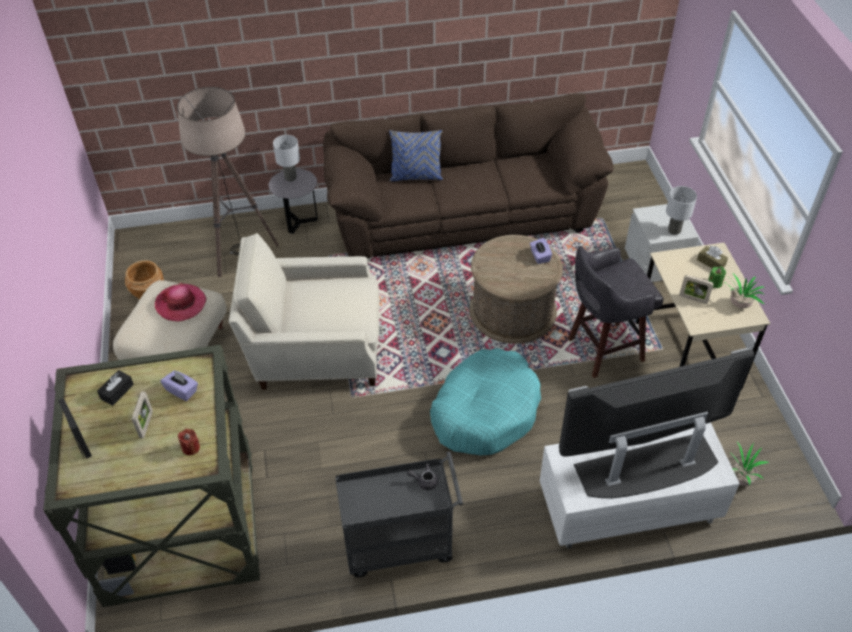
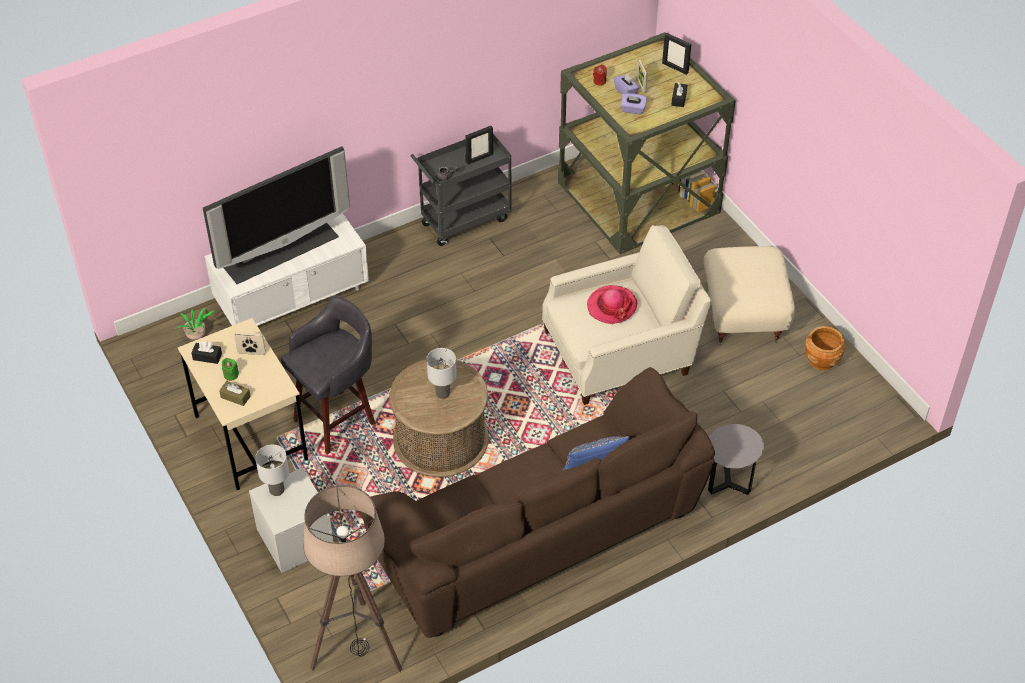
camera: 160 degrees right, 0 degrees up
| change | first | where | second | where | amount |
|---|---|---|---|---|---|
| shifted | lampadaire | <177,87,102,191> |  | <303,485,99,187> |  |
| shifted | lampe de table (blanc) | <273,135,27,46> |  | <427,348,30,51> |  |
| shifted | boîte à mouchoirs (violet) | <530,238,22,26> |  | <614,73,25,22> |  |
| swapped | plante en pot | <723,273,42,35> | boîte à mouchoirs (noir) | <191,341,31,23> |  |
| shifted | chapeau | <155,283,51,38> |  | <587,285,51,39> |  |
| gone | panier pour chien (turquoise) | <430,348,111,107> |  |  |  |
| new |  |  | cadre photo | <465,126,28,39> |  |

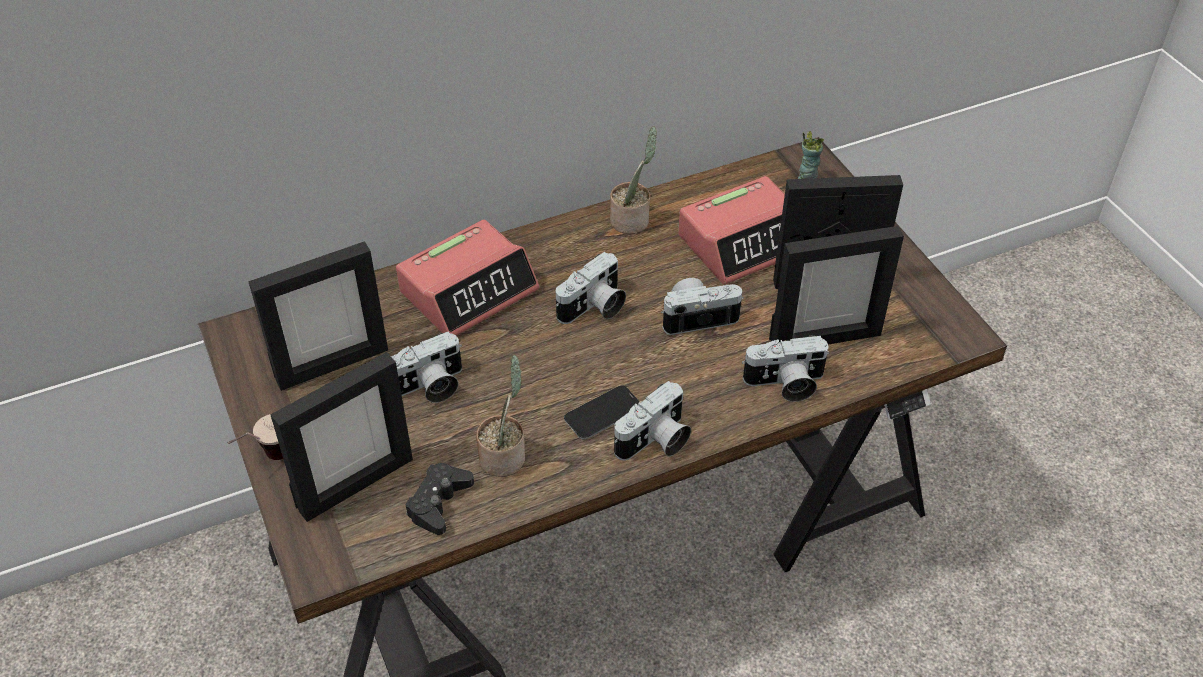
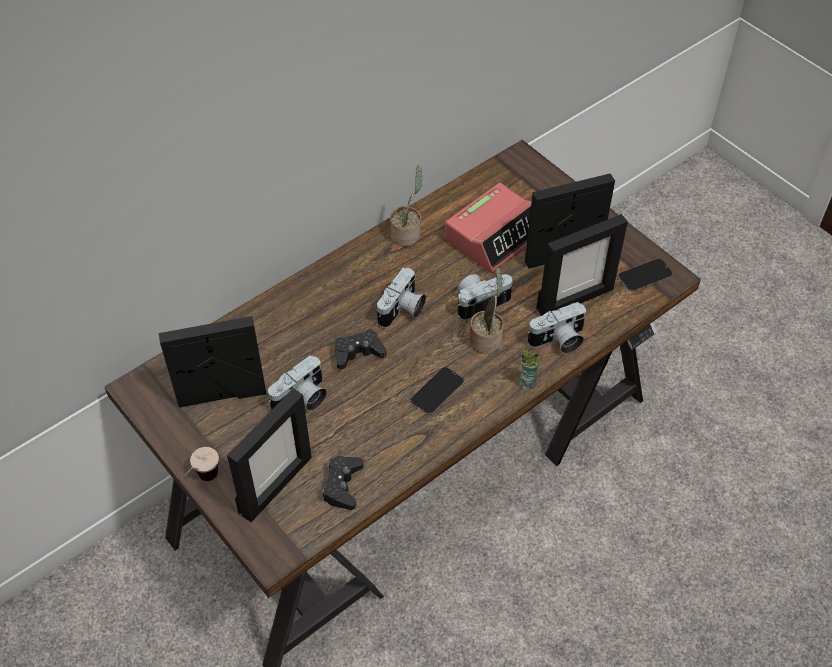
camera: 15 degrees left, 5 degrees up
| change | first | where | second | where | amount |
|---|---|---|---|---|---|
| shifted | tasse | <798,131,26,48> |  | <519,350,21,40> |  |
| gone | réveil | <396,220,143,116> |  |  |  |
| rotated | cadre photo | <248,241,140,150> |  | <159,316,108,92> | 150 degrees counterclockwise |
| shifted | plante en pot | <476,355,49,122> |  | <469,267,35,87> |  |
| gone | appareil photo | <614,381,77,80> |  |  |  |
| new |  |  | téléphone | <618,259,55,33> |  |
| new |  |  | manette (noir) | <334,329,52,40> |  |

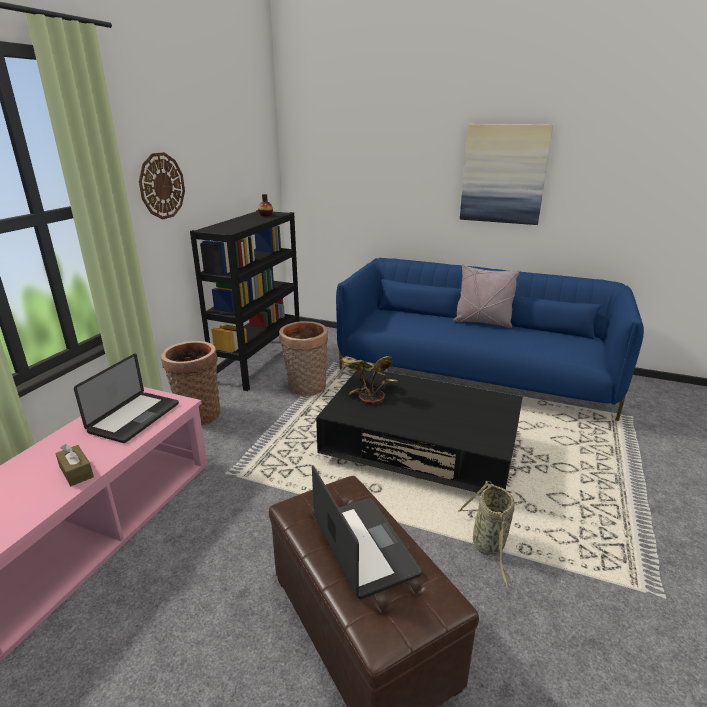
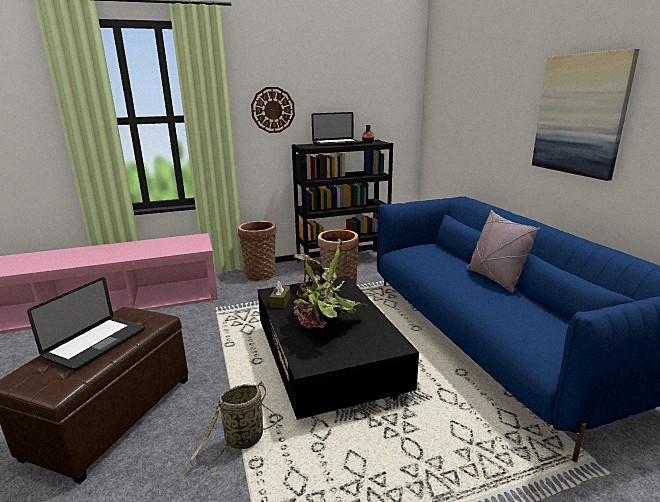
camera: 50 degrees right, 5 degrees down
| change | first | where | second | where | amount |
|---|---|---|---|---|---|
| shifted | ordinateur portable | <74,353,105,90> |  | <312,112,51,34> |  |
| shifted | boîte à mouchoirs (marron) | <55,444,39,42> |  | <269,281,22,27> |  |
| new |  |  | plante en pot | <293,239,74,90> |  |

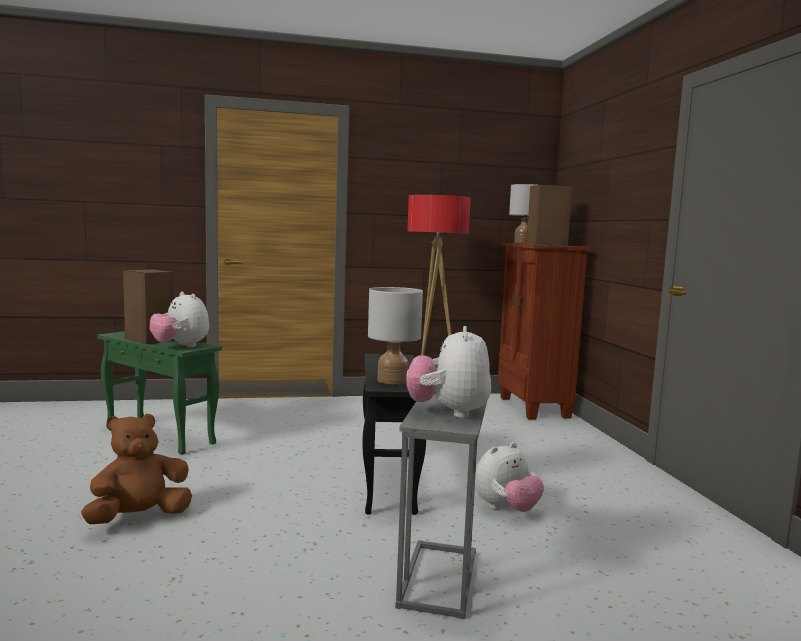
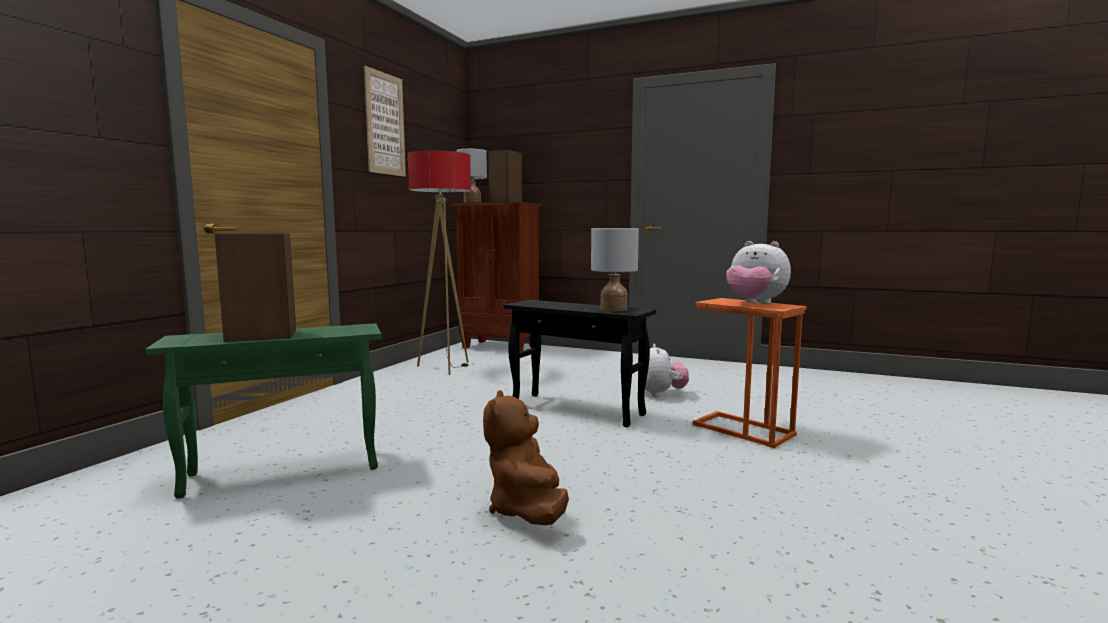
camera: 55 degrees left, 0 degrees up
| change | first | where | second | where | amount |
|---|---|---|---|---|---|
| gone | peluche | <149,292,60,55> |  |  |  |
| repainted | table d'appoint (gris) | <395,393,92,226> | table d'appoint (orange) | <693,298,114,150> |  |
| new |  |  | tableau | <364,66,42,111> |  |

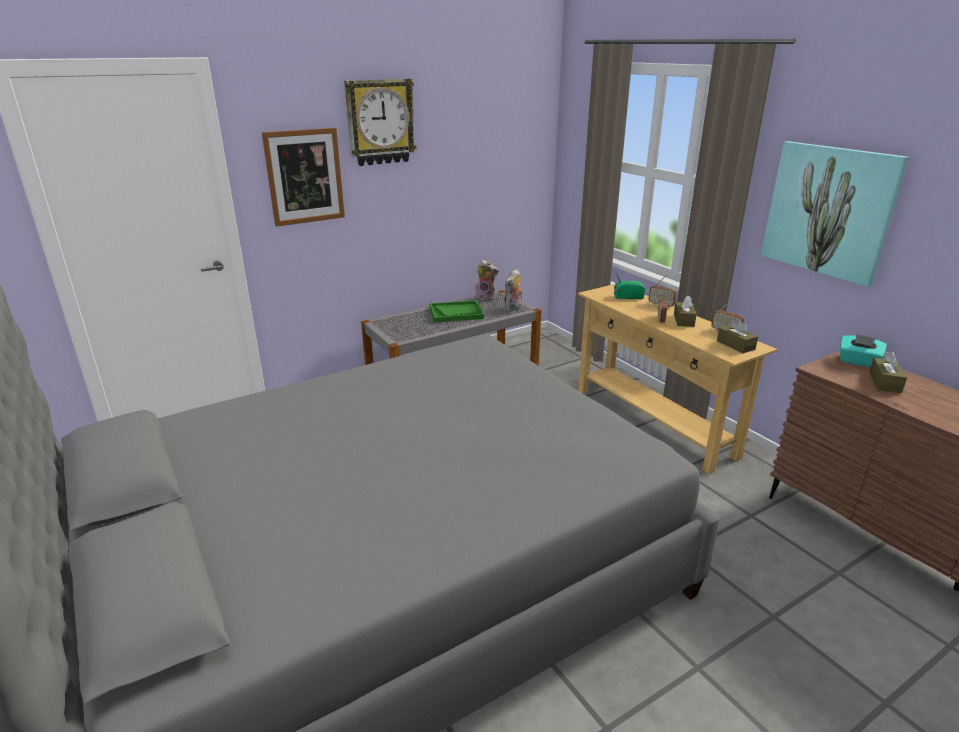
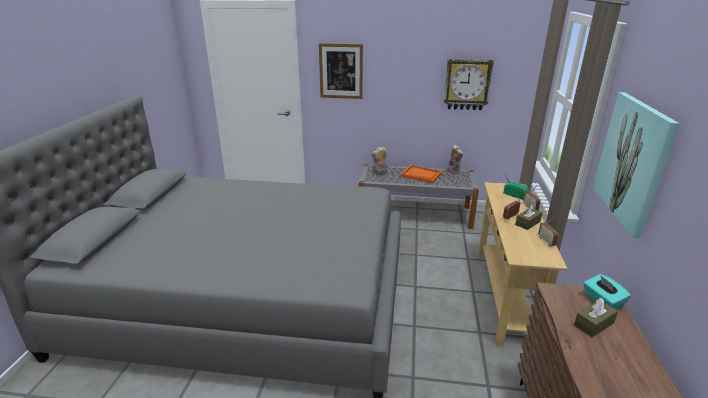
camera: 40 degrees right, 0 degrees up
| change | first | where | second | where | amount |
|---|---|---|---|---|---|
| shifted | horloge murale | <344,79,73,87> |  | <444,59,50,51> |  |
| shifted | peluche | <504,269,19,43> |  | <371,147,16,28> |  |
| repainted | plateau (vert) | <429,300,55,23> | plateau (orange) | <401,165,41,19> |  |
| gone | boîte à mouchoirs (marron) | <717,319,41,34> |  |  |  |

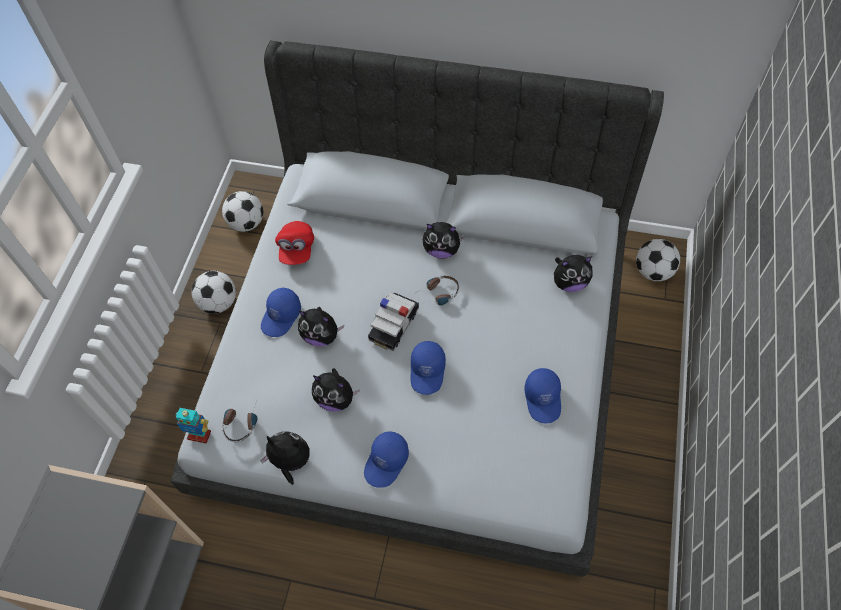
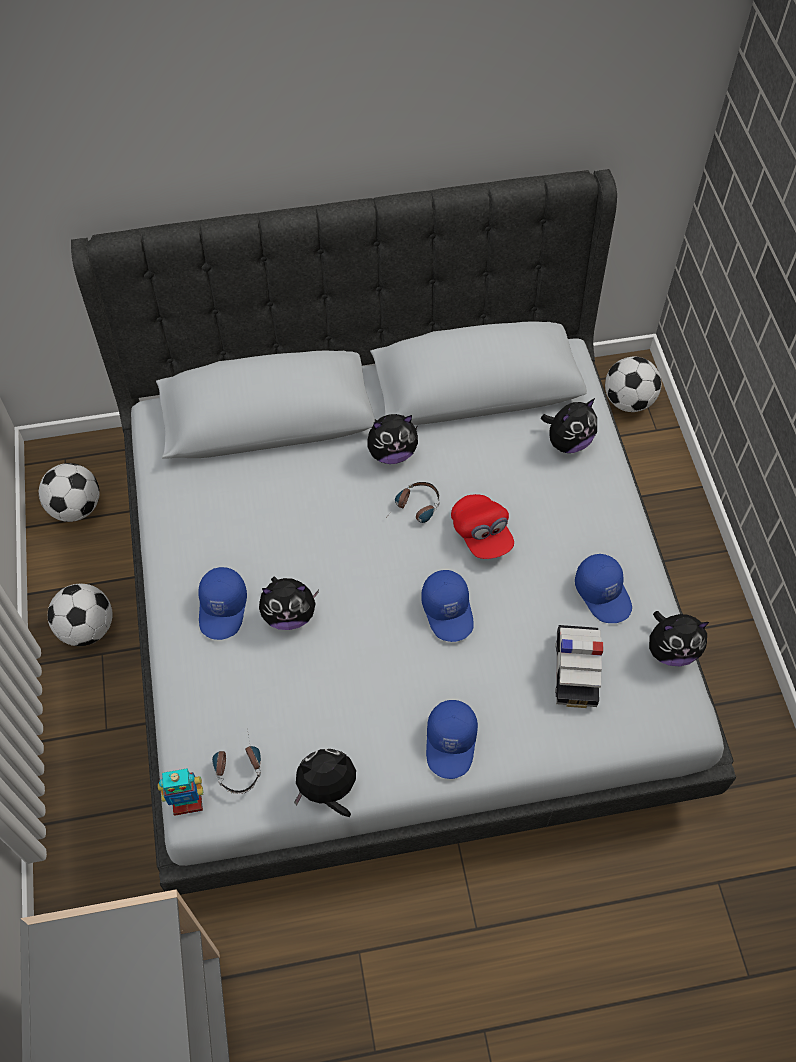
camera: 25 degrees left, 0 degrees up
| change | first | where | second | where | amount |
|---|---|---|---|---|---|
| shifted | casquette (rouge) | <275,221,39,44> |  | <451,494,63,65> |  |
| shifted | petite voiture | <368,292,51,59> |  | <555,625,48,83> |  |
| shifted | peluche | <312,368,48,44> |  | <649,611,60,55> |  |

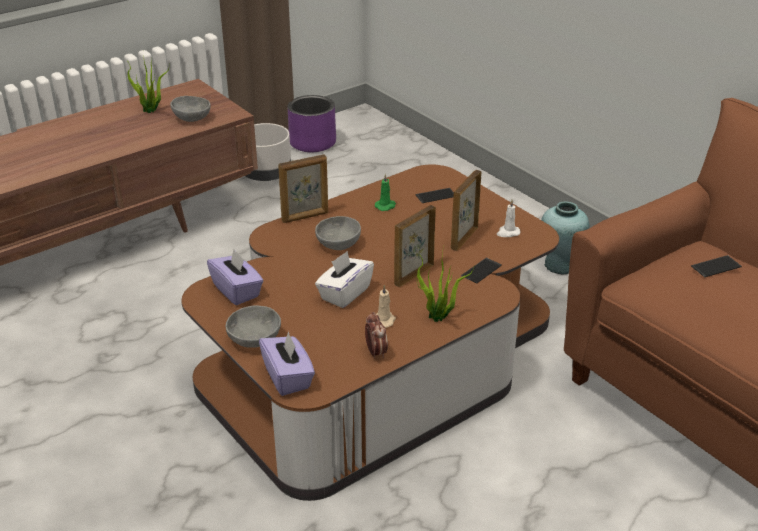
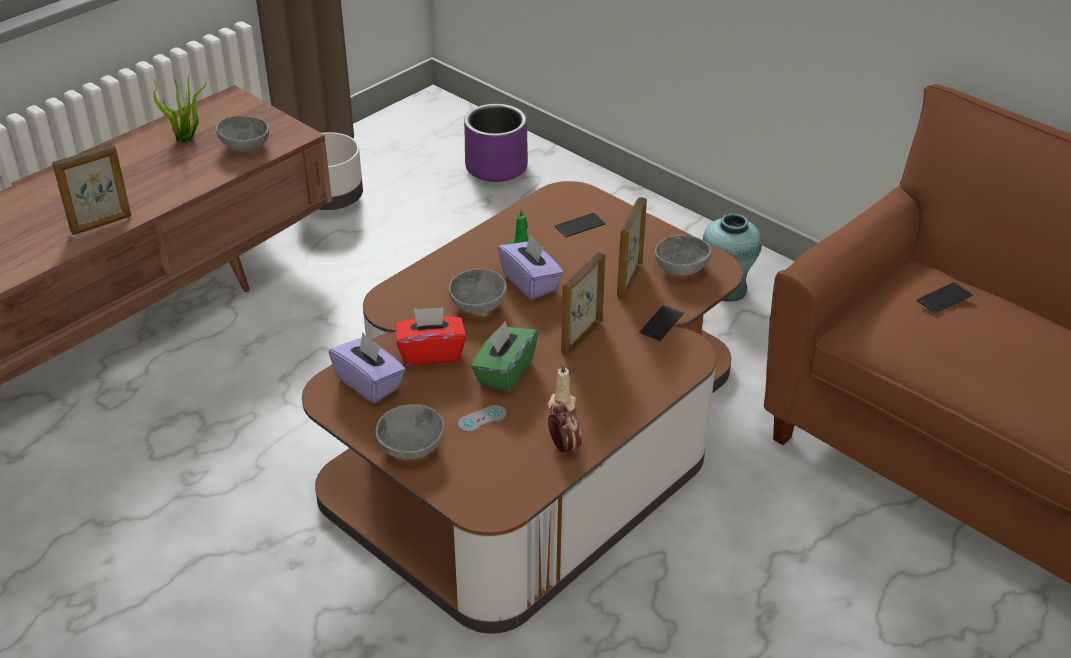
camera: 10 degrees left, 5 degrees up
| change | first | where | second | where | amount |
|---|---|---|---|---|---|
| shifted | cache-pot (violet) | <287,95,49,57> |  | <464,104,64,78> |  |
| shifted | cadre photo | <278,154,50,69> |  | <52,144,79,91> |  |
| swapped | bougie (blanc) | <497,200,23,37> | bol (gris) | <655,235,57,41> |  |
| gone | plante en pot | <416,247,58,75> |  |  |  |
| repainted | boîte à mouchoirs (blanc) | <315,251,59,57> | boîte à mouchoirs (vert) | <471,321,67,71> |  |
| shifted | boîte à mouchoirs (violet) | <259,331,56,65> |  | <498,234,66,66> |  |
| new |  |  | boîte à mouchoirs (rouge) | <395,307,71,58> |  |
| new |  |  | manette (gris) | <458,405,48,27> |  |

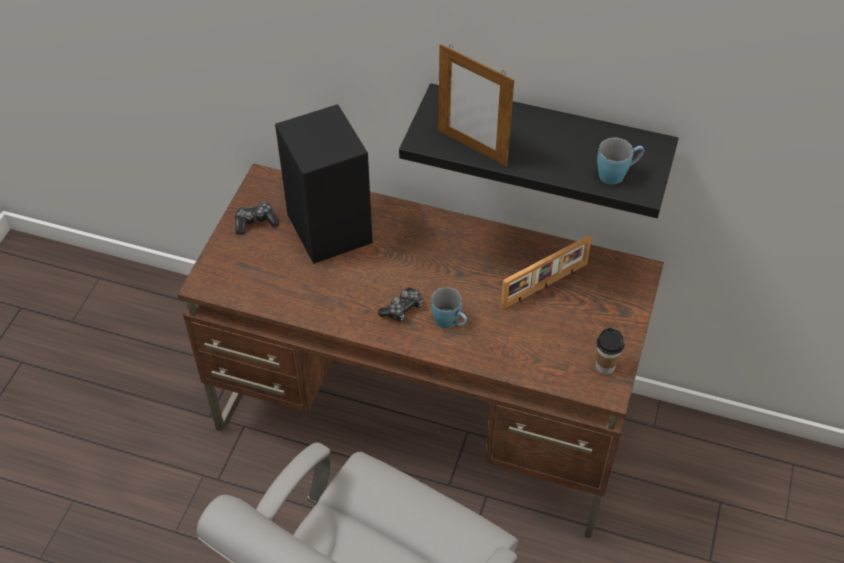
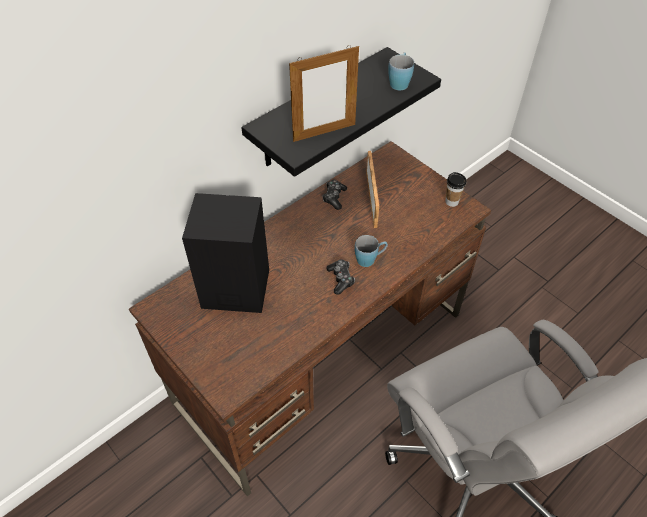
camera: 60 degrees left, 0 degrees up
| change | first | where | second | where | amount |
|---|---|---|---|---|---|
| shifted | manette | <235,202,44,33> |  | <323,180,24,30> |  |

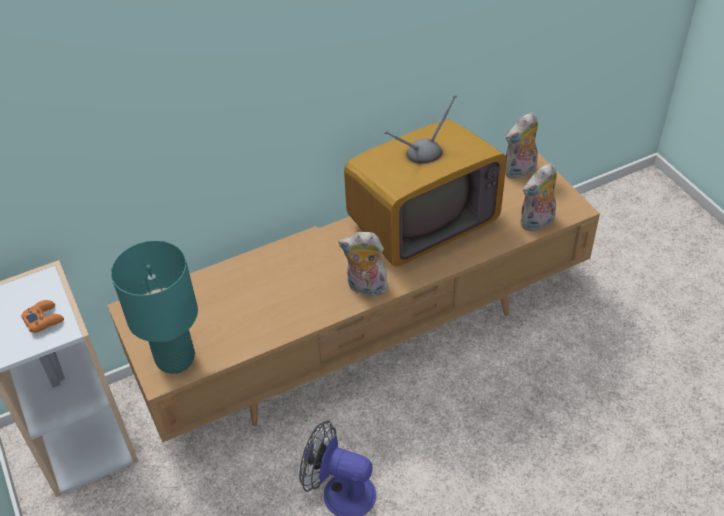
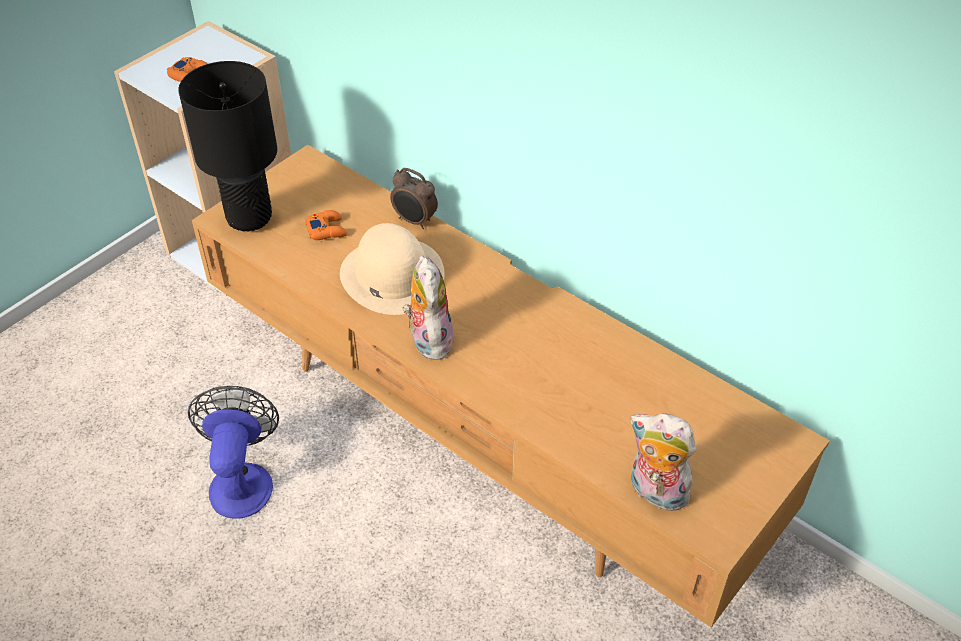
camera: 65 degrees right, 0 degrees up
| change | first | where | second | where | amount |
|---|---|---|---|---|---|
| gone | téléviseur | <344,95,163,172> |  |  |  |
| gone | peluche | <505,112,33,67> |  |  |  |
| repainted | lampe de table (turquoise) | <111,240,87,134> | lampe de table (noir) | <178,61,99,171> |  |
| new |  |  | réveil | <390,168,48,61> |  |
| new |  |  | manette (orange) | <305,210,42,30> |  |
| new |  |  | chapeau (beige) | <340,223,104,92> |  |

